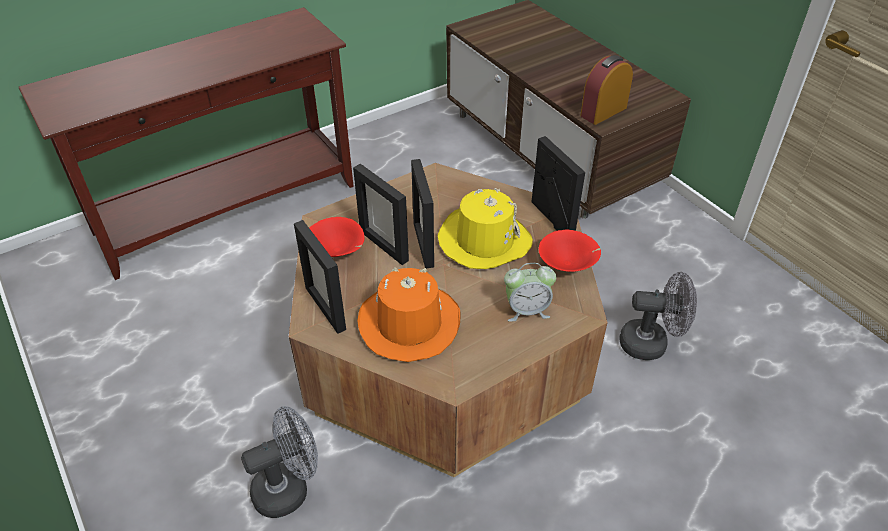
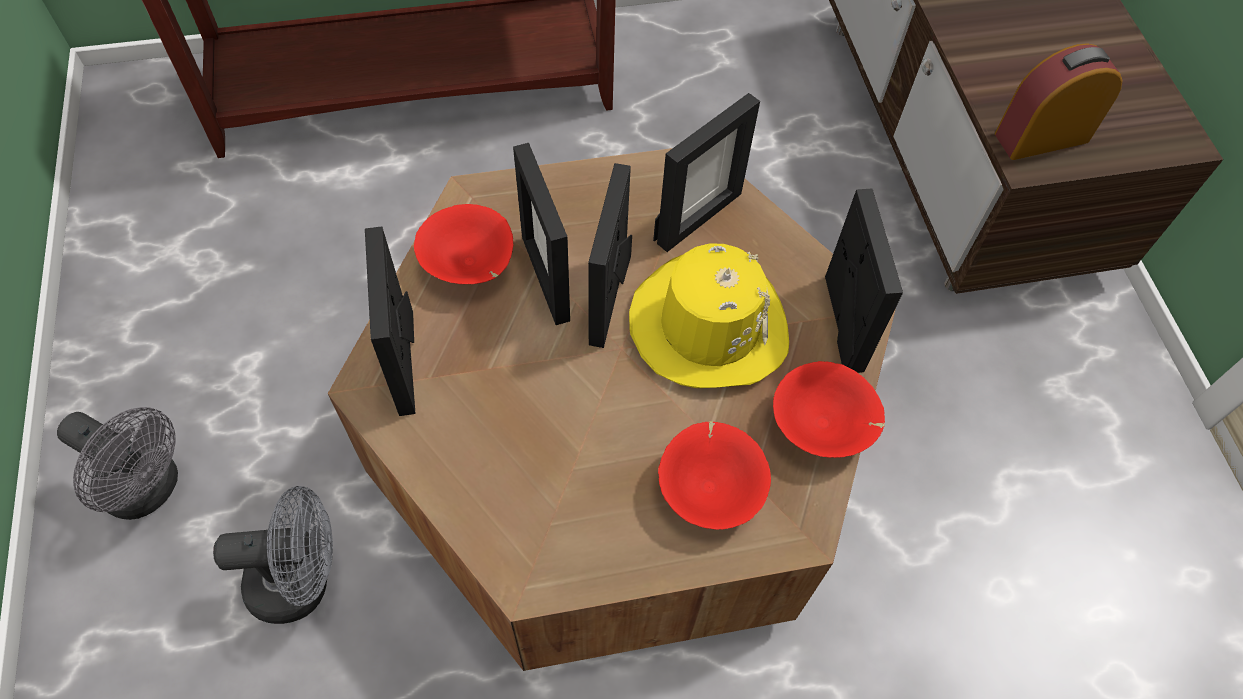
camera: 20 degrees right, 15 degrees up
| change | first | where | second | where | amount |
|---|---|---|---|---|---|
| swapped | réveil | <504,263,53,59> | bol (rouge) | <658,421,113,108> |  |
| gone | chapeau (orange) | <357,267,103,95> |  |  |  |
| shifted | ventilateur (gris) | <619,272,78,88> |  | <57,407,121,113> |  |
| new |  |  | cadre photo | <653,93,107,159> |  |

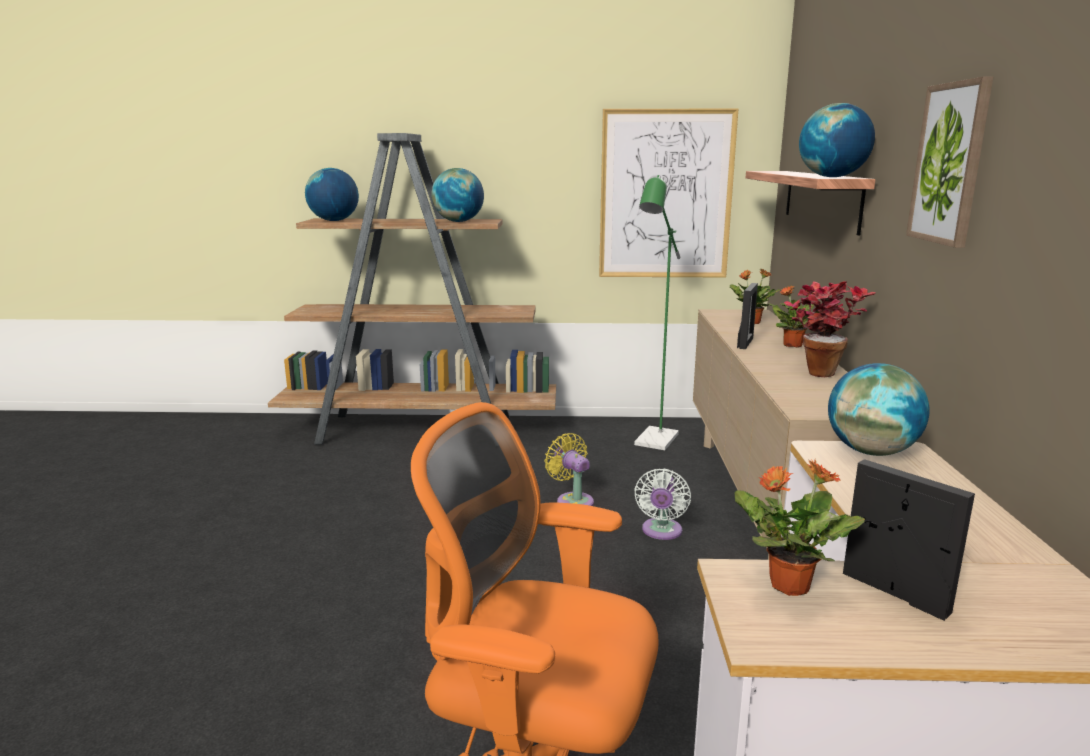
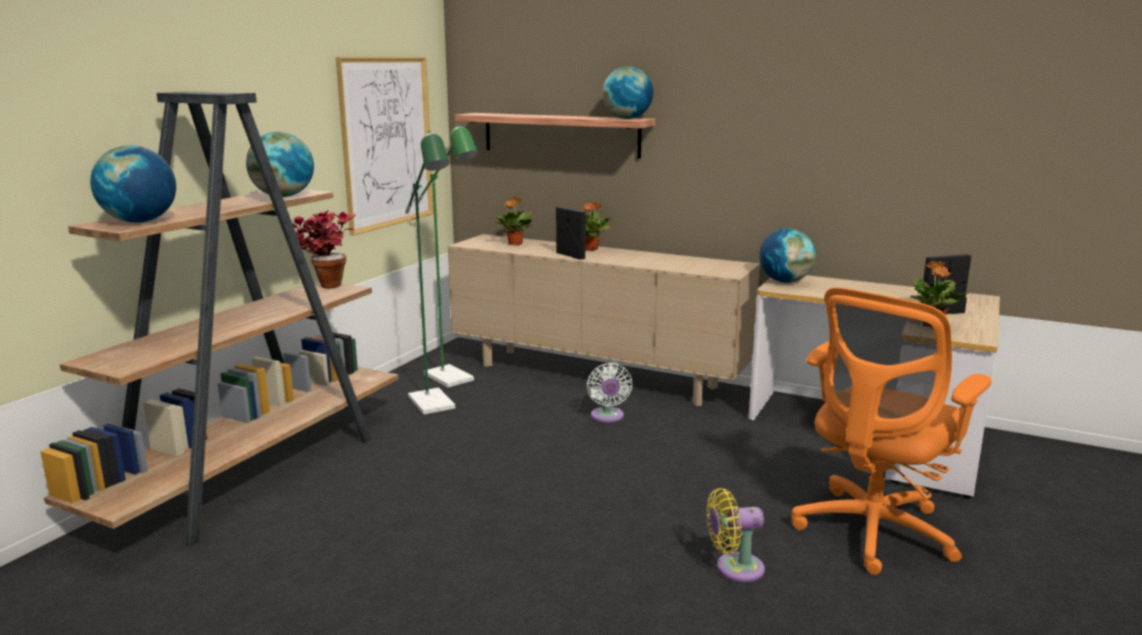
camera: 65 degrees left, 0 degrees up
| change | first | where | second | where | amount |
|---|---|---|---|---|---|
| gone | tableau | <906,76,87,172> |  |  |  |
| shifted | plante en pot | <784,281,92,96> |  | <292,210,64,78> |  |
| shifted | ventilateur (jaune) | <545,433,49,73> |  | <707,488,58,94> |  |
| rotated | ventilateur (blanc) | <634,469,57,71> |  | <587,363,46,59> | 45 degrees clockwise |
| new |  |  | lampadaire (vert) | <405,130,50,285> |  |

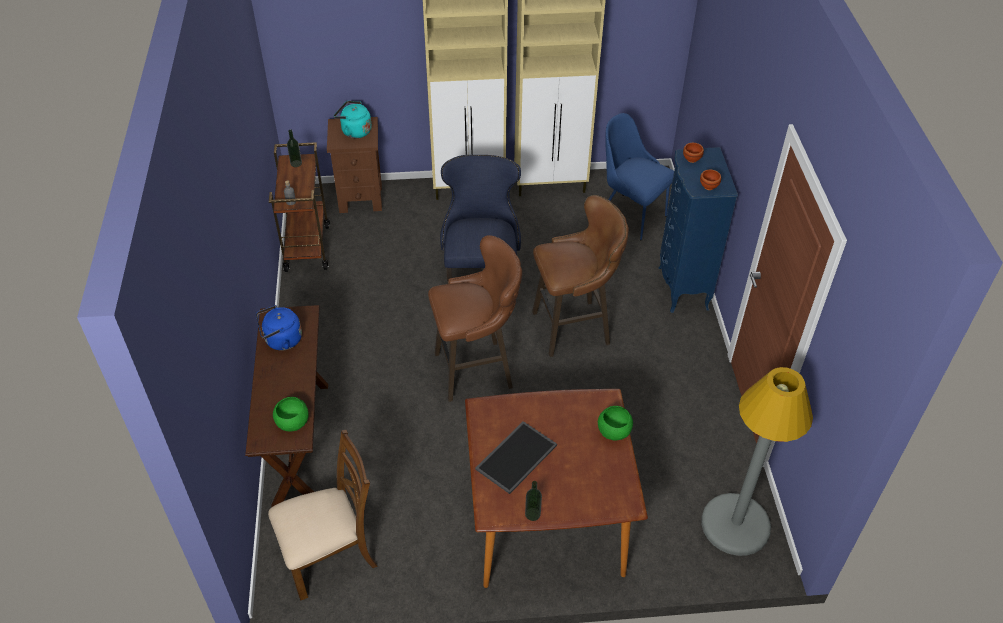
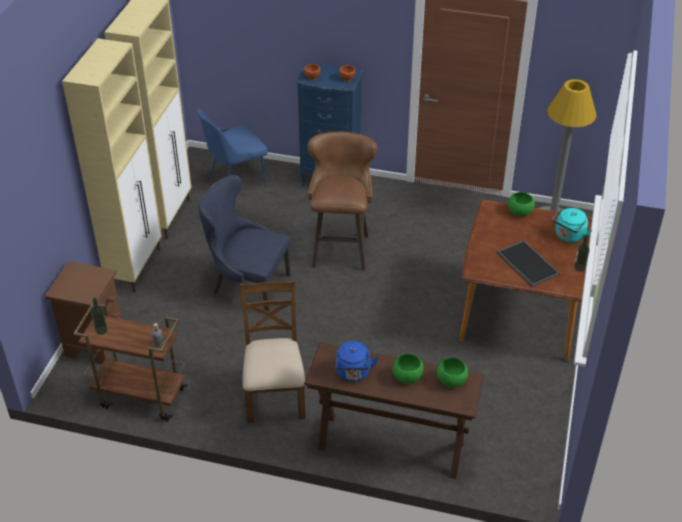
camera: 70 degrees left, 5 degrees down
| change | first | where | second | where | amount |
|---|---|---|---|---|---|
| shifted | bouilloire (turquoise) | <334,101,38,37> |  | <552,208,40,35> |  |
| gone | tabouret (marron) | <428,235,94,167> |  |  |  |
| shifted | chaise (marron) | <268,430,109,171> |  | <240,281,65,142> |  |
| new |  |  | bol (vert) | <392,354,32,30> |  |

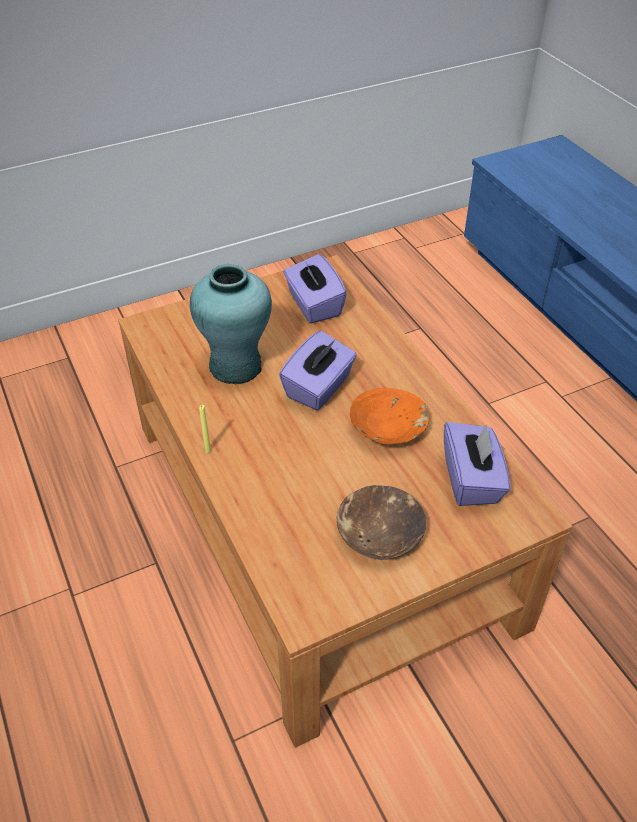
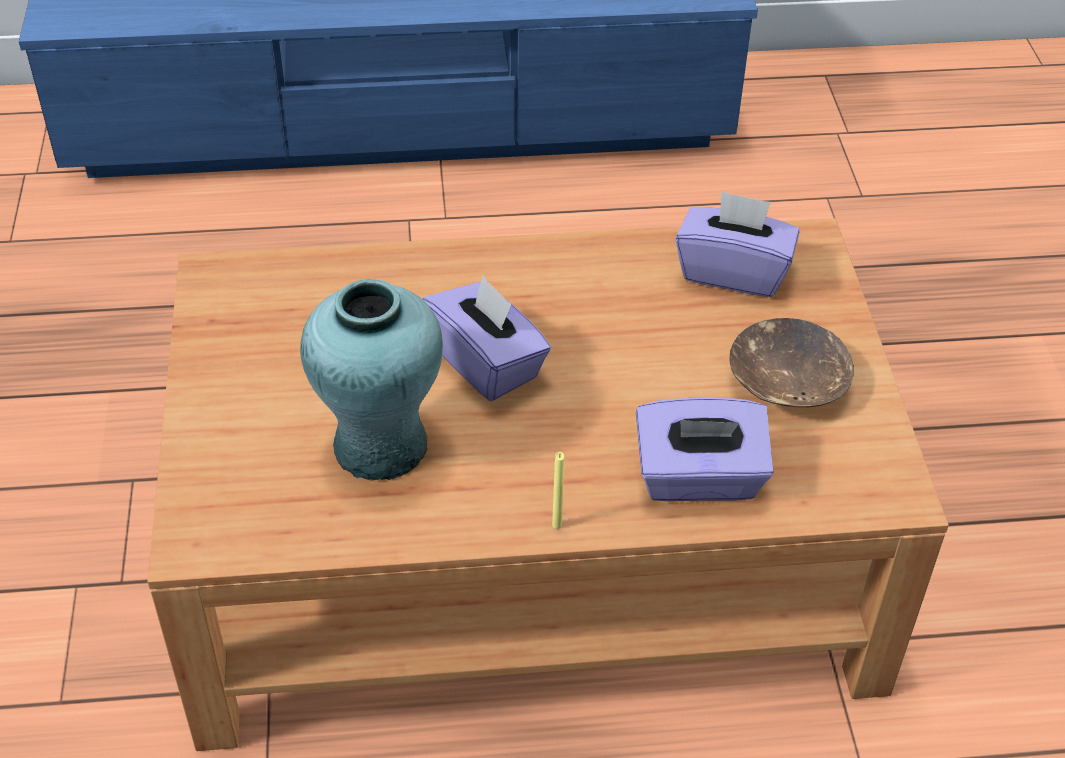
camera: 70 degrees left, 0 degrees up
| change | first | where | second | where | amount |
|---|---|---|---|---|---|
| shifted | boîte à mouchoirs (violet) | <284,254,63,70> |  | <636,397,138,105> |  |
| gone | bol (orange) | <350,388,79,56> |  |  |  |

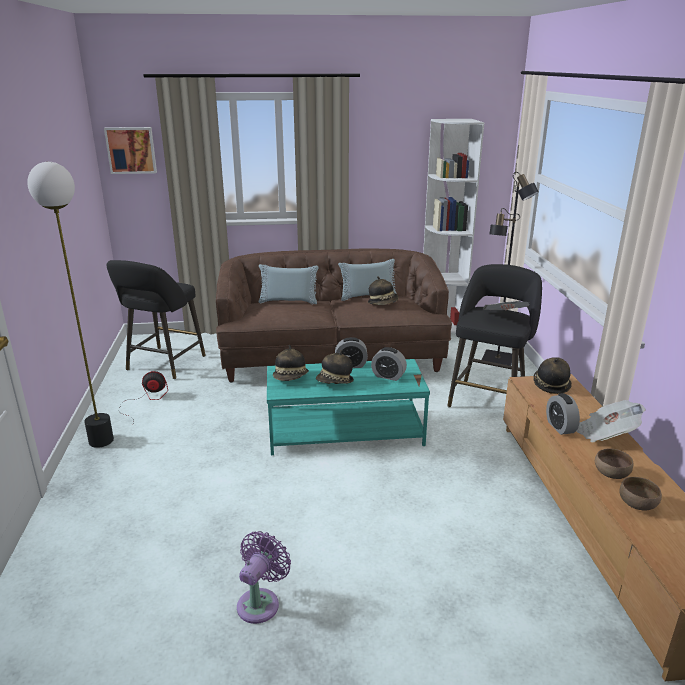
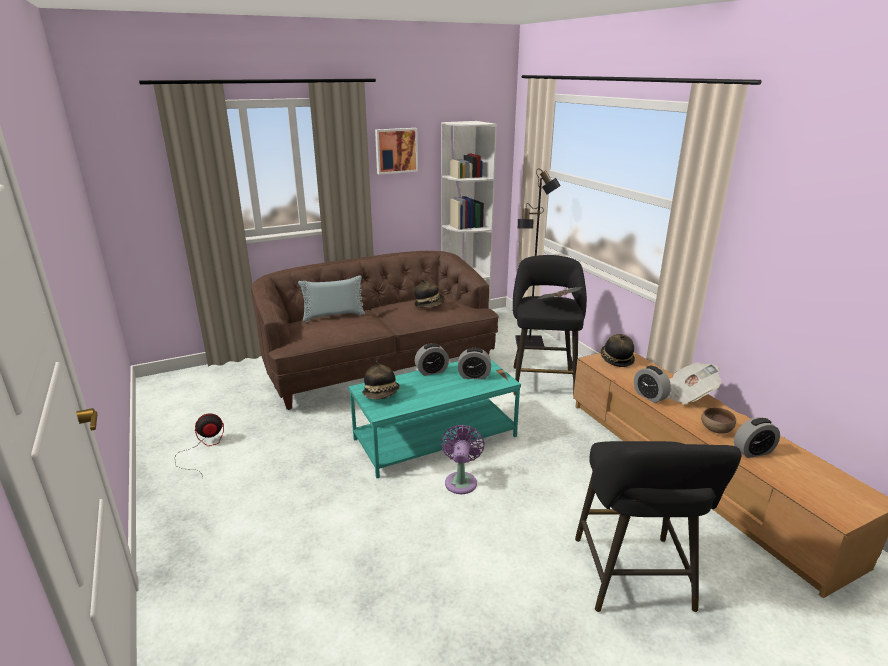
camera: 20 degrees left, 0 degrees up
| change | first | where | second | where | amount |
|---|---|---|---|---|---|
| shifted | tableau | <104,127,53,47> |  | <375,128,43,47> |  |
| gone | lampadaire | <27,162,87,286> |  |  |  |
| gone | coussin (bleu) | <338,259,59,42> |  |  |  |
| shifted | tabouret (noir) | <107,260,99,119> |  | <575,441,166,171> |  |
| gone | chapeau | <316,350,38,34> |  |  |  |
| swapped | bol (marron) | <619,477,43,33> | réveil | <734,417,46,41> |  |
| shifted | ventilateur (violet) | <237,531,54,93> |  | <441,425,44,69> |  |

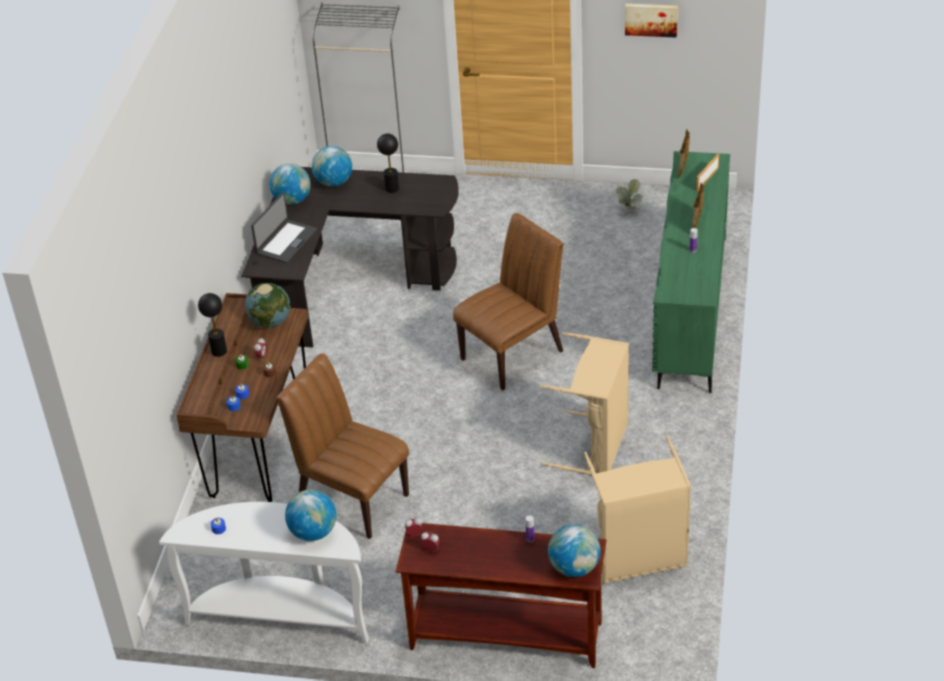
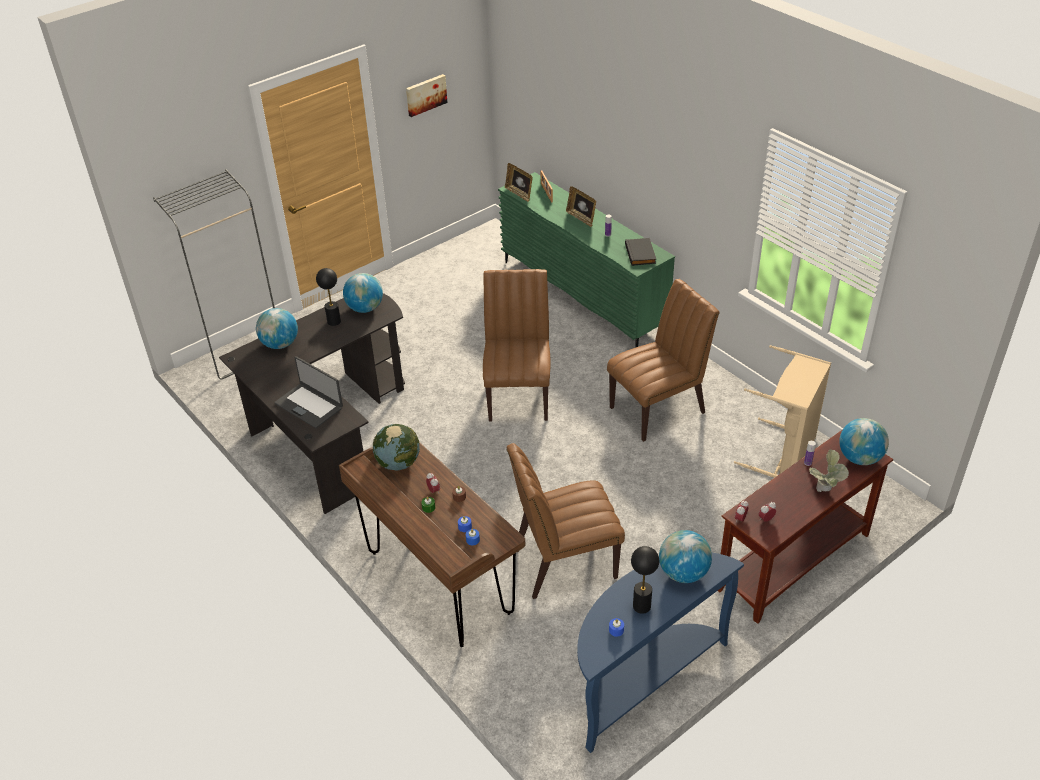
camera: 50 degrees left, 0 degrees up
| change | first | where | second | where | amount |
|---|---|---|---|---|---|
| shifted | globe | <269,164,42,41> |  | <343,273,40,40> |  |
| shifted | plante en pot | <616,179,26,34> |  | <809,450,40,42> |  |
| rotated | ordinateur portable | <251,192,66,71> |  | <274,356,69,72> | 150 degrees clockwise |
| shifted | lampe de table (noir) | <198,293,29,64> |  | <631,546,28,68> |  |
| swapped | panier à linge (beige) | <539,332,90,143> | chaise (marron) | <607,279,113,163> |  |
| repainted | table console (blanc) | <159,502,210,141> | table console (bleu) | <577,553,167,200> |  |
| new |  |  | livre (noir) | <625,238,31,28> |  |

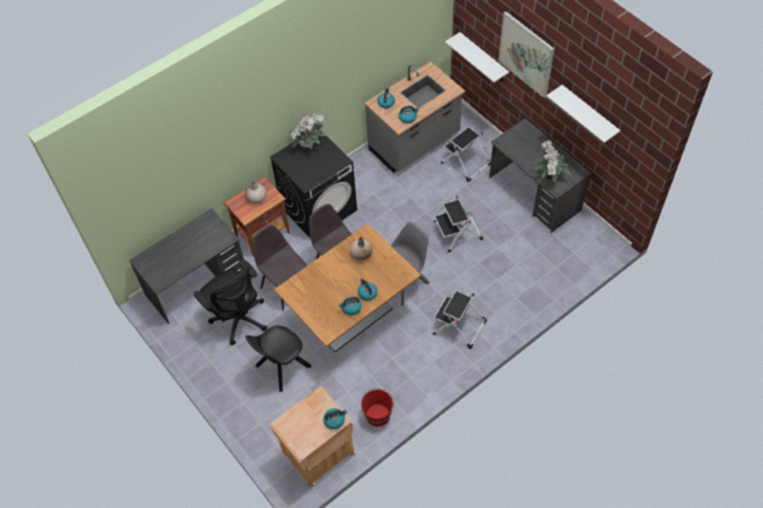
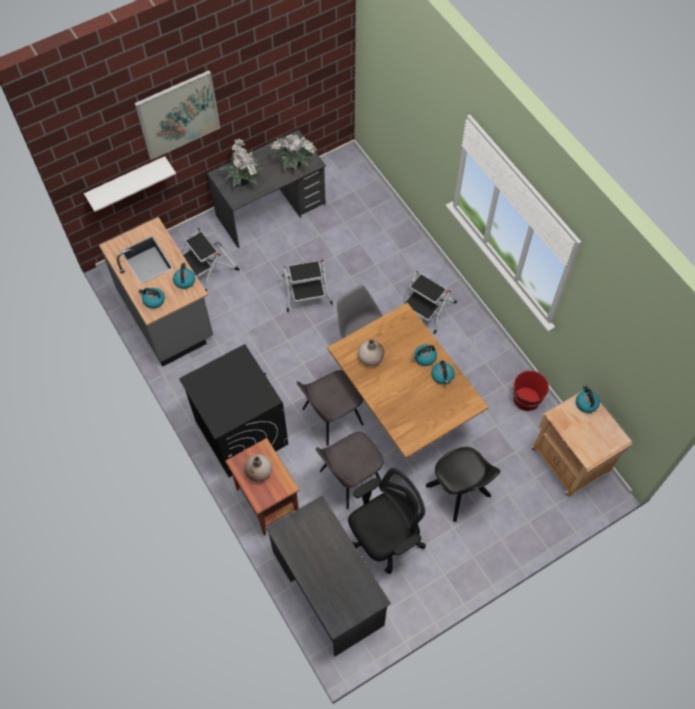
camera: 85 degrees left, 5 degrees up
| change | first | where | second | where | amount |
|---|---|---|---|---|---|
| gone | étagère (blanc) | <546,85,74,58> |  |  |  |
| shifted | plante en pot | <289,113,37,36> |  | <220,138,43,49> |  |

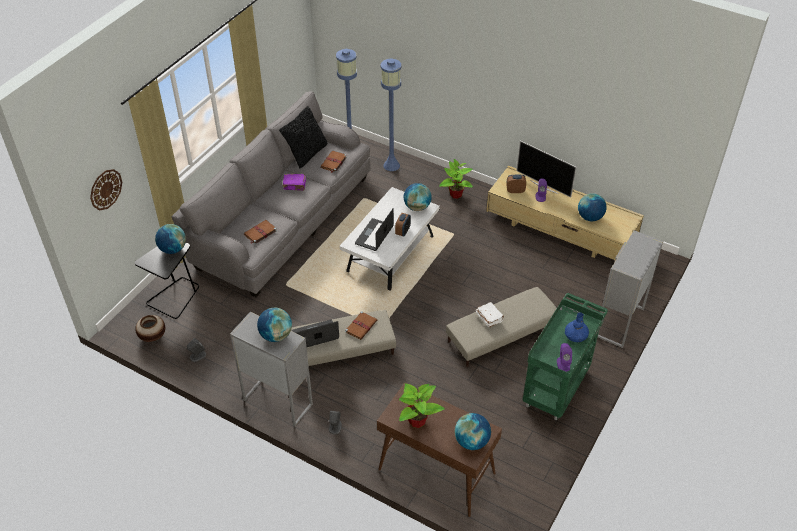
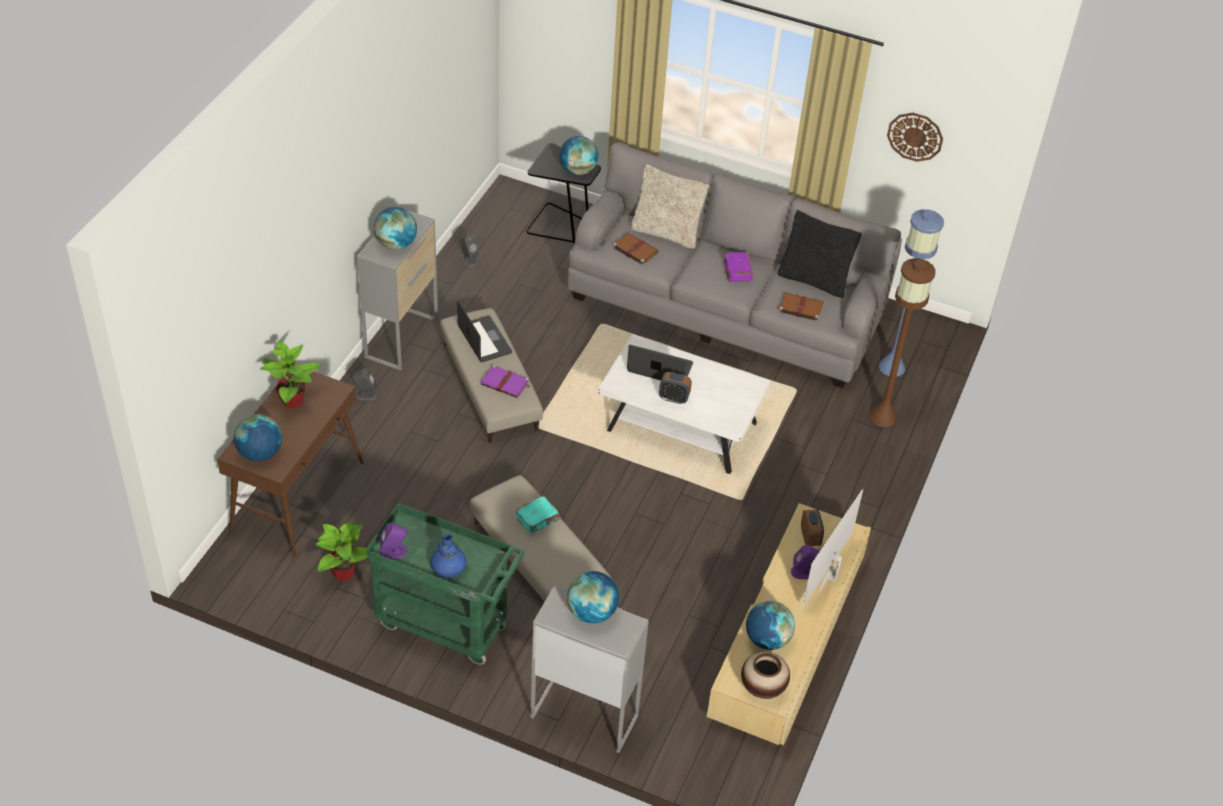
camera: 80 degrees right, 0 degrees up
| change | first | where | second | where | amount |
|---|---|---|---|---|---|
| repainted | lampadaire (bleu) | <381,58,20,113> | lampadaire (marron) | <869,258,66,169> |  |
| shifted | plante en pot | <439,159,34,40> |  | <315,522,53,59> |  |
| shifted | horloge murale | <90,169,32,41> |  | <887,113,56,49> |  |
| shifted | globe | <404,183,28,28> |  | <567,571,52,53> |  |
| repainted | livre (blanc) | <476,302,28,25> | livre (turquoise) | <516,496,43,38> |  |
| repainted | livre (marron) | <345,311,32,29> | livre (violet) | <480,365,49,33> |  |
| shifted | vase | <135,315,30,27> |  | <741,652,49,47> |  |
| new |  |  | coussin (beige) | <631,165,79,84> |  |

